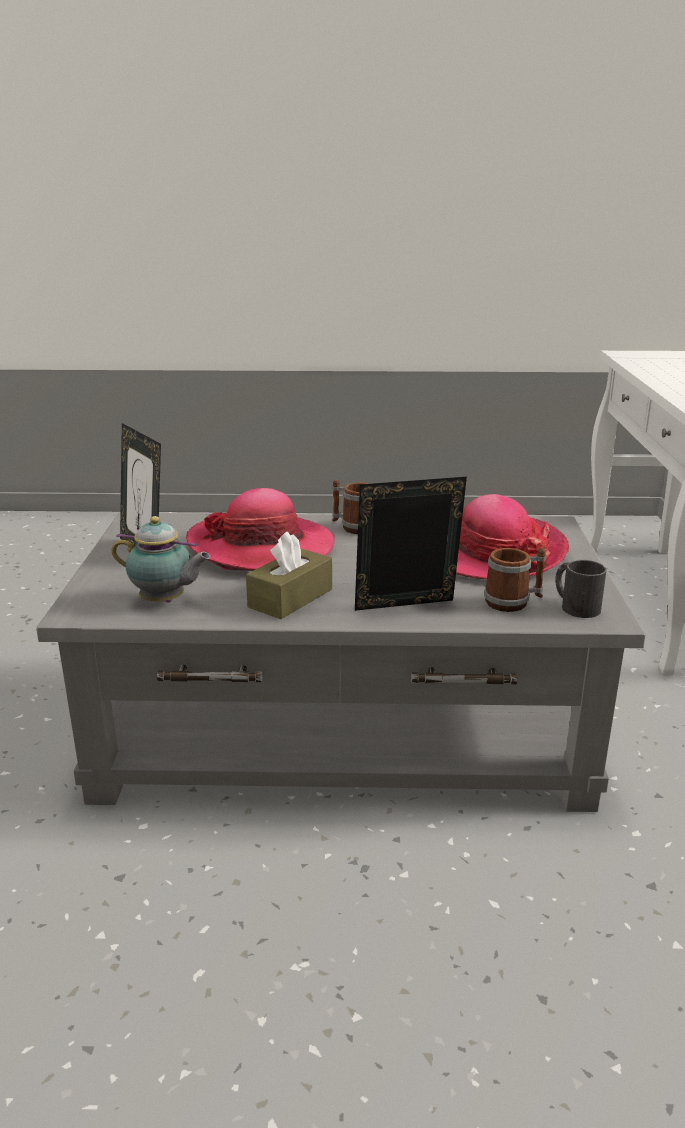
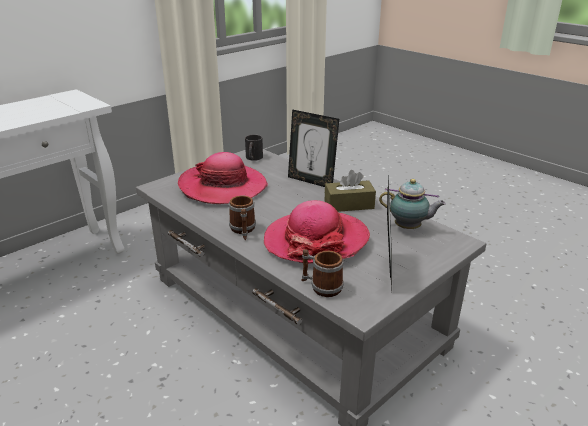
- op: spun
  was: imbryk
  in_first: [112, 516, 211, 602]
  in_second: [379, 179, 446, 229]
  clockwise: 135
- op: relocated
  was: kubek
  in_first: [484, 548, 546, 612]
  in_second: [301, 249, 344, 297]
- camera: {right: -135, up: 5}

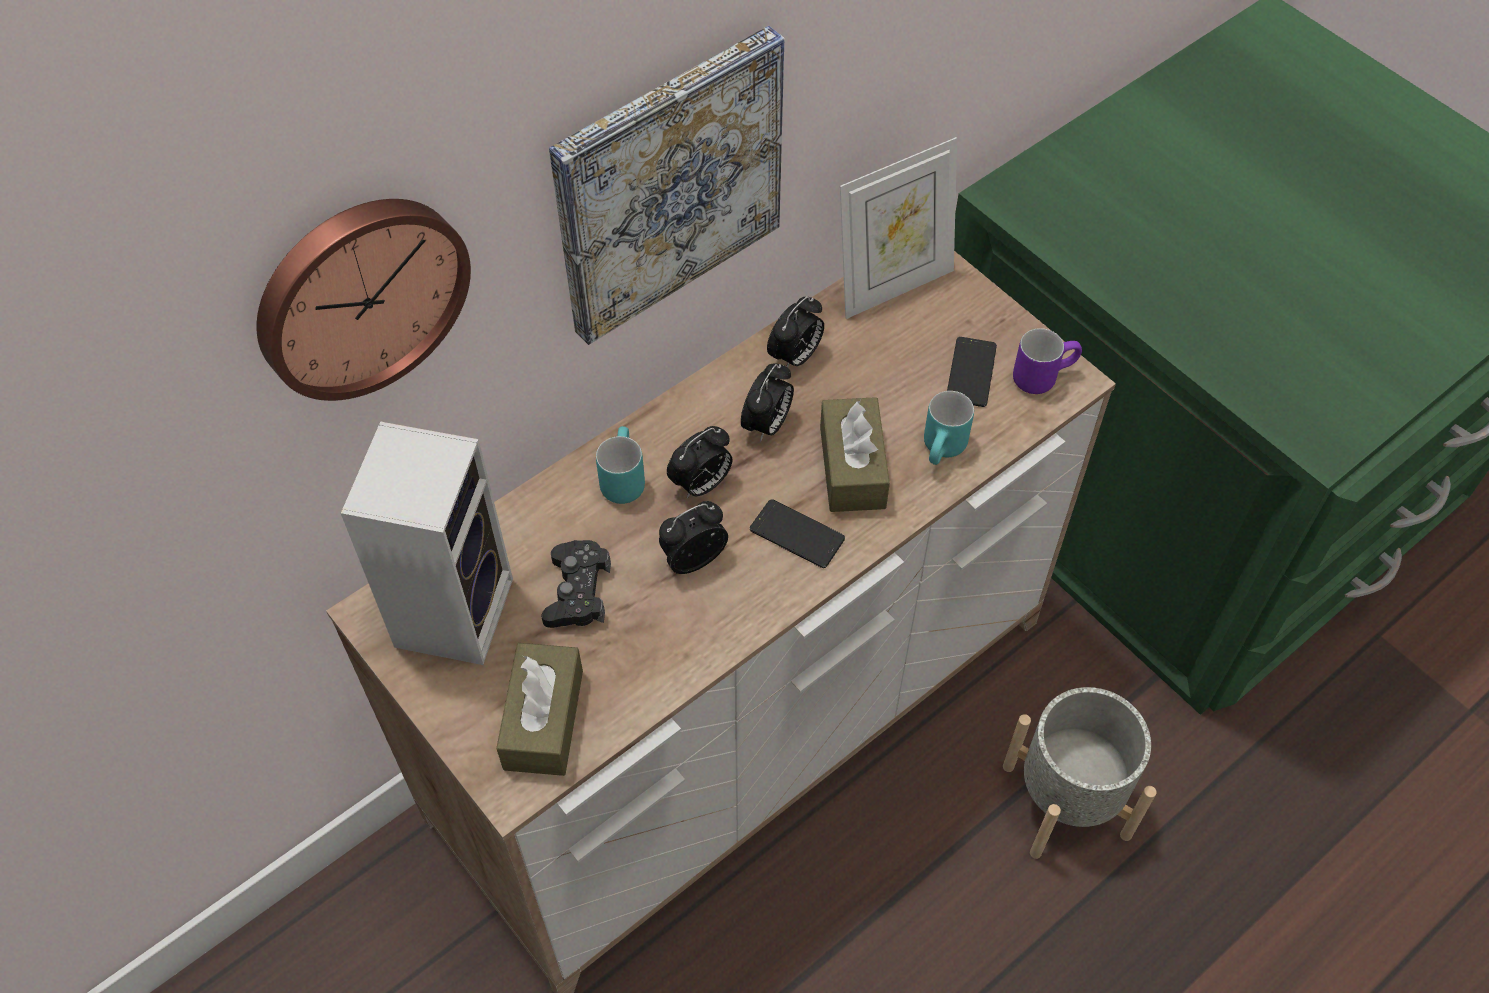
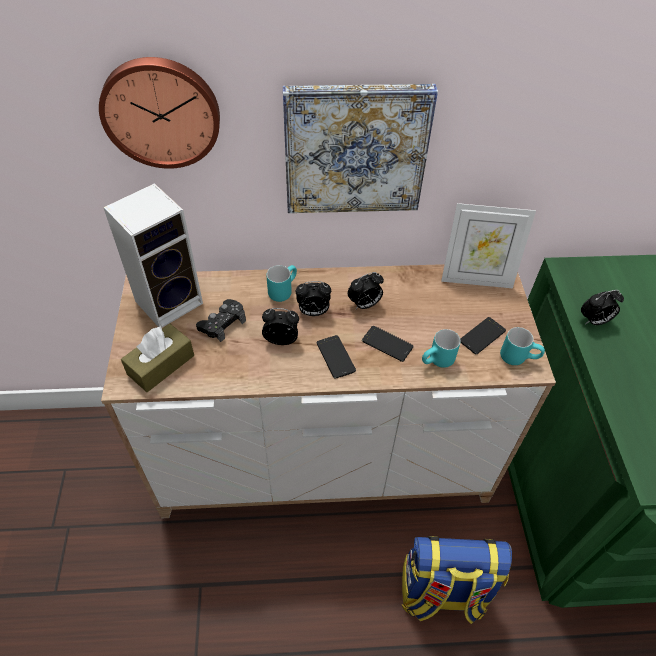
- op: relocated
  was: budzik
  in_first: [767, 297, 824, 368]
  in_second: [581, 290, 624, 325]
- op: exchanged
  was: pudełko chusteczek (brązowy)
  now: telefon
  in_first: [820, 397, 890, 512]
  in_second: [362, 326, 413, 362]
- op: exchanged
  was: donica (szary)
  now: plecak
  in_first: [1003, 687, 1157, 859]
  in_second: [402, 536, 512, 624]
- op: colour
  was: kubek (fioletowy)
  now: kubek (turkusowy)
  in_first: [1013, 328, 1082, 394]
  in_second: [500, 327, 545, 365]
- camera: {right: 35, up: -5}

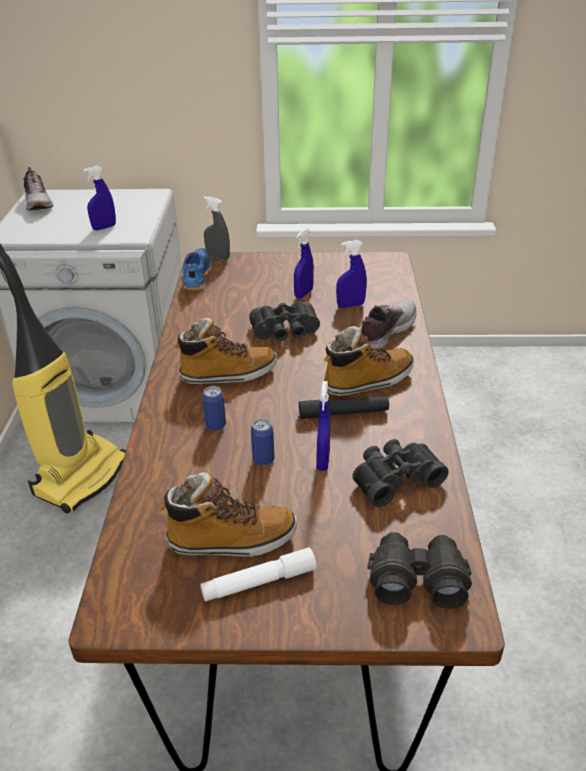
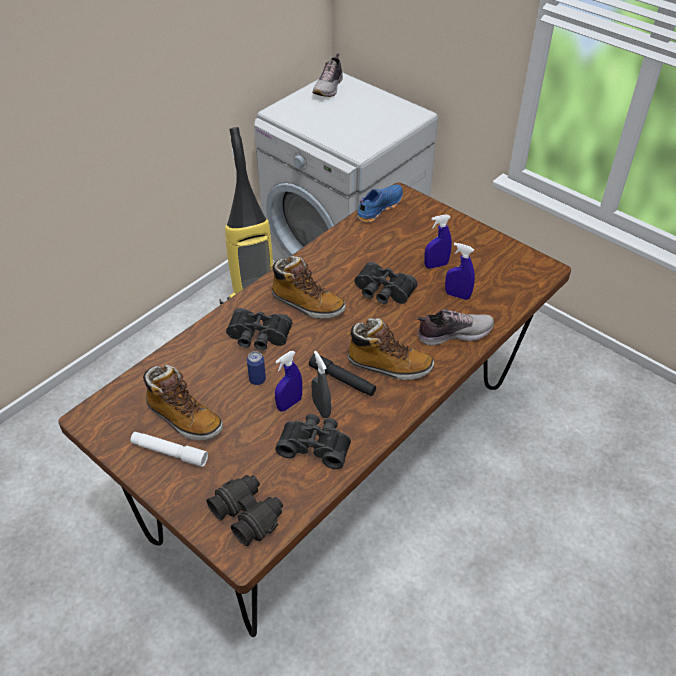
- op: missing
  was: spryskiwacz (niebieski)
  in_first: [83, 166, 116, 230]
- op: exchanged
  was: puszka
  now: lornetka (czarny)
  in_first: [202, 386, 226, 431]
  in_second: [226, 308, 292, 350]
- op: relocated
  was: spryskiwacz (szary)
  in_first: [203, 196, 230, 260]
  in_second: [311, 351, 331, 418]
- camera: {right: 40, up: 10}

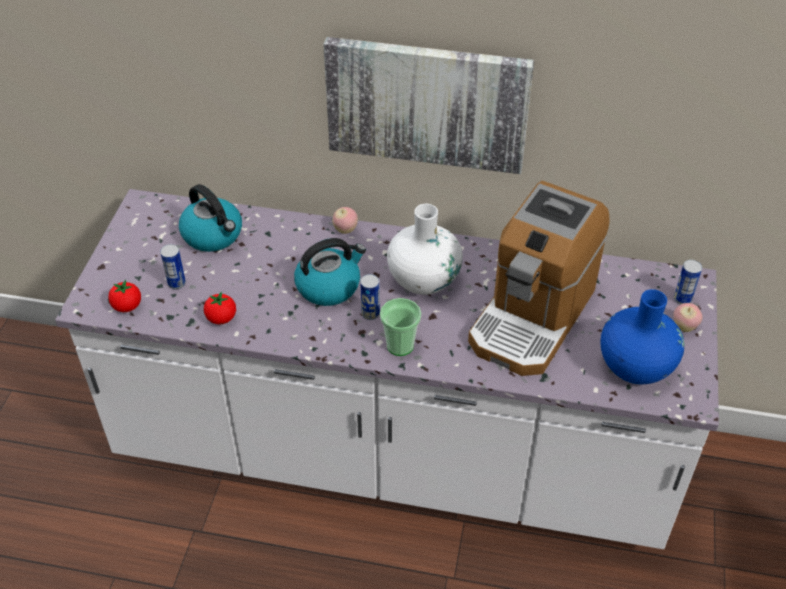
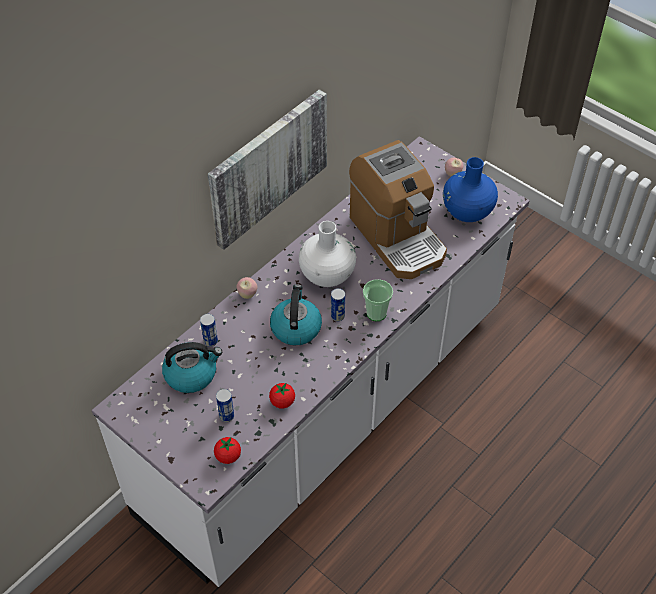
- op: relocated
  was: puszka
  in_first: [674, 260, 702, 305]
  in_second: [200, 314, 218, 347]
- camera: {right: -60, up: 5}

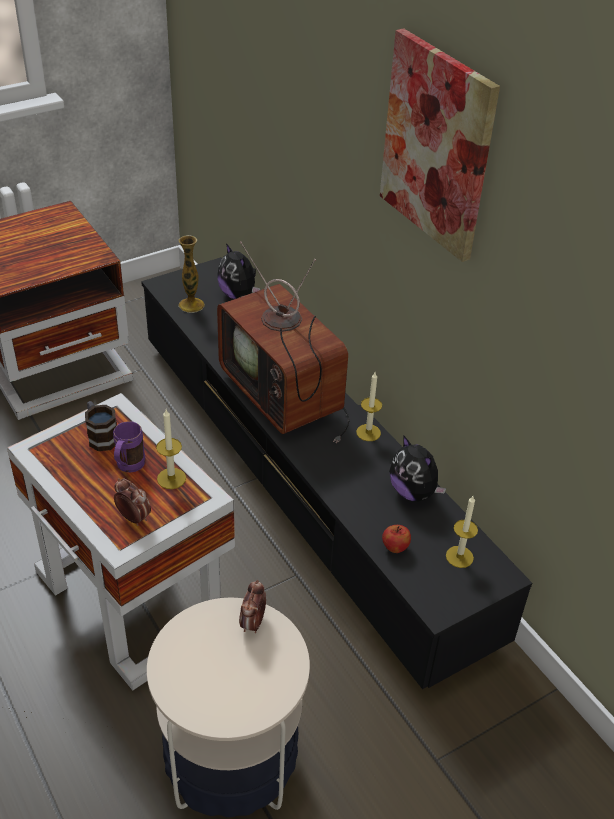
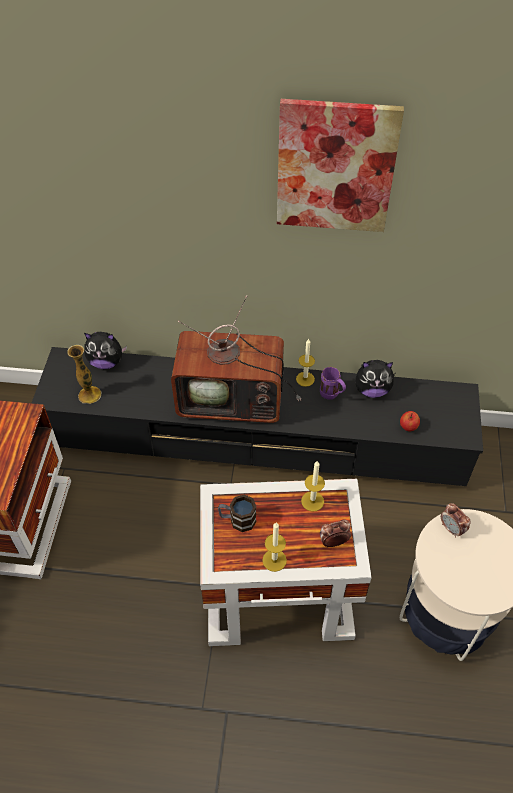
- op: relocated
  was: kubek (fioletowy)
  in_first: [113, 421, 145, 472]
  in_second: [320, 367, 346, 400]
- op: relocated
  was: świeca
  in_first: [446, 496, 478, 568]
  in_second: [262, 523, 287, 572]
- camera: {right: -50, up: 10}

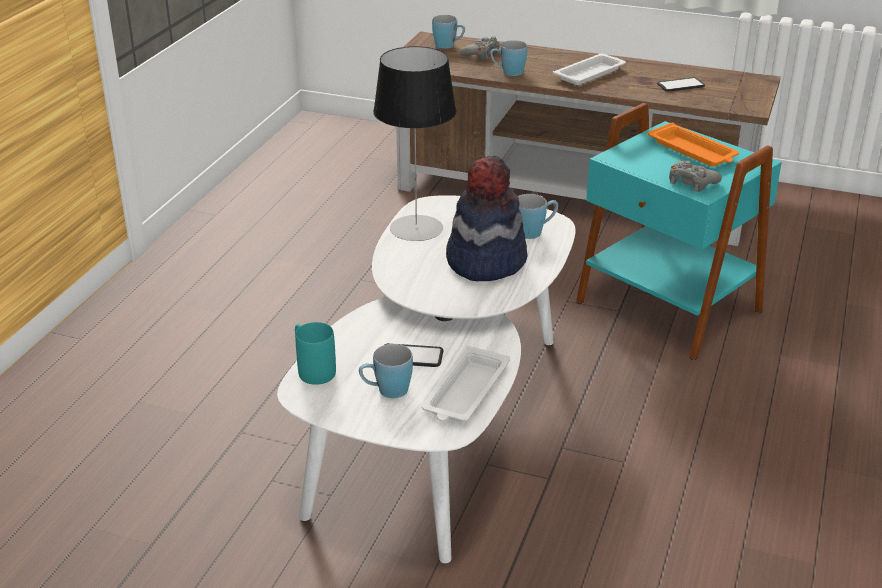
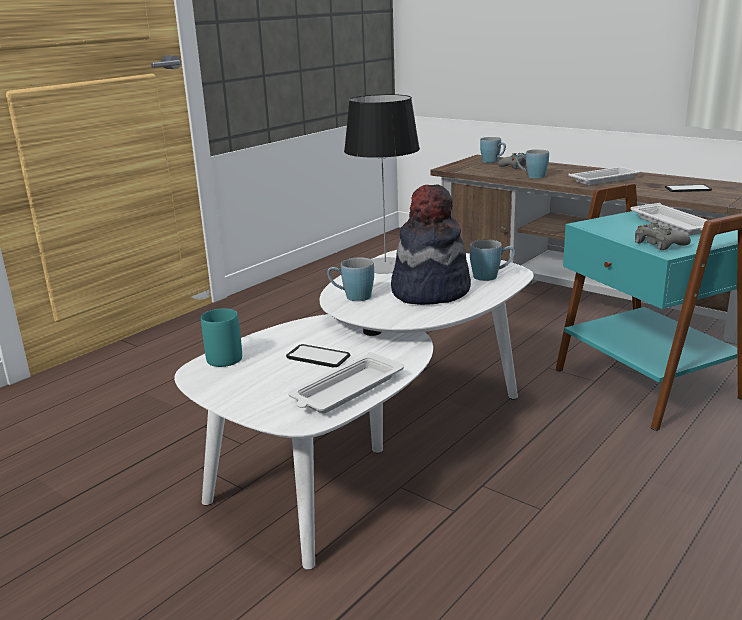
- op: relocated
  was: kubek (niebieski)
  in_first: [359, 344, 413, 398]
  in_second: [327, 257, 374, 301]
- op: colour
  was: taca (pomarańczowy)
  now: taca (biały)
  in_first: [648, 122, 739, 167]
  in_second: [631, 203, 707, 236]
- camera: {right: 20, up: -10}

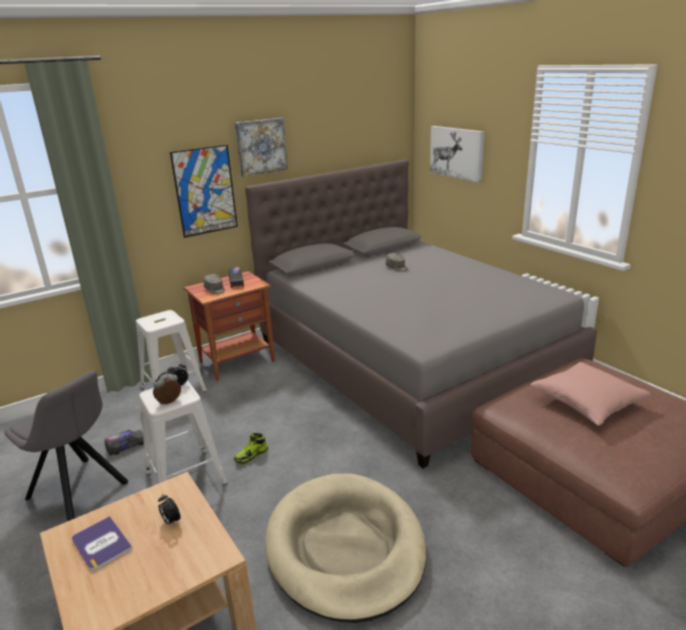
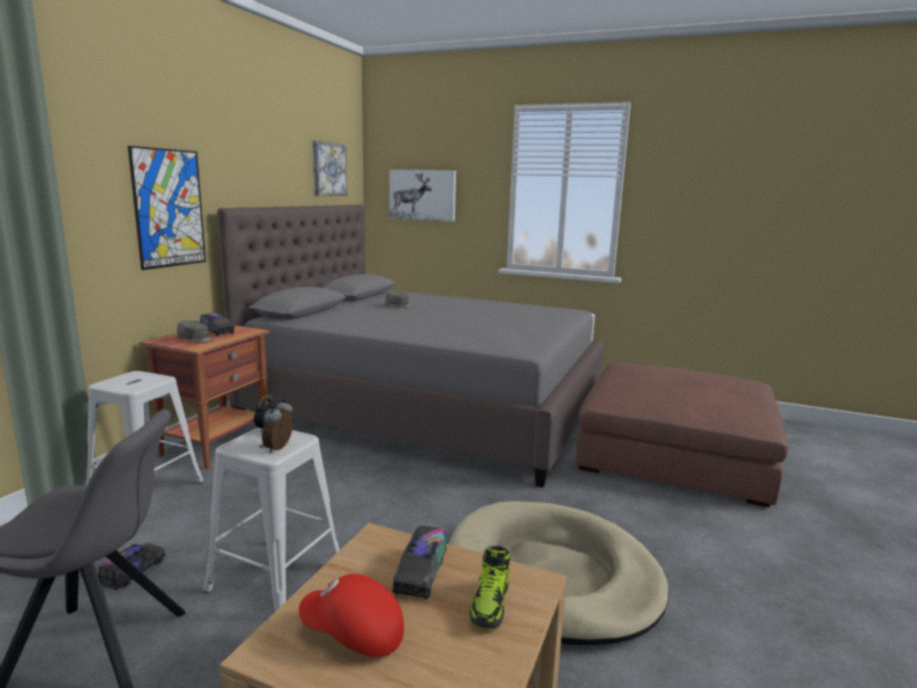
- op: exchanged
  was: książka
  now: czapka z daszkiem (czerwony)
  in_first: [72, 516, 133, 571]
  in_second: [299, 574, 404, 657]
- op: exchanged
  was: budzik
  now: ciężarówka zabawkowa
  in_first: [158, 494, 181, 525]
  in_second: [392, 526, 447, 599]
- op: relocated
  was: but
  in_first: [234, 433, 268, 465]
  in_second: [469, 546, 510, 630]
- op: relocated
  was: obraz
  in_first: [235, 118, 288, 177]
  in_second: [313, 141, 347, 196]
- op: missing
  was: poduszka (różowy)
  in_first: [530, 362, 651, 426]
- camera: {right: -35, up: -10}

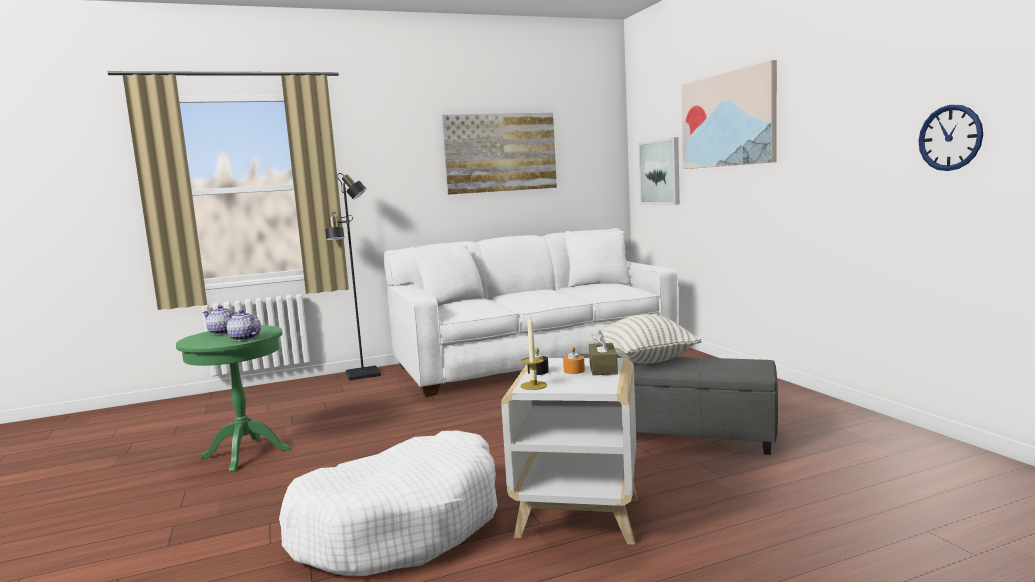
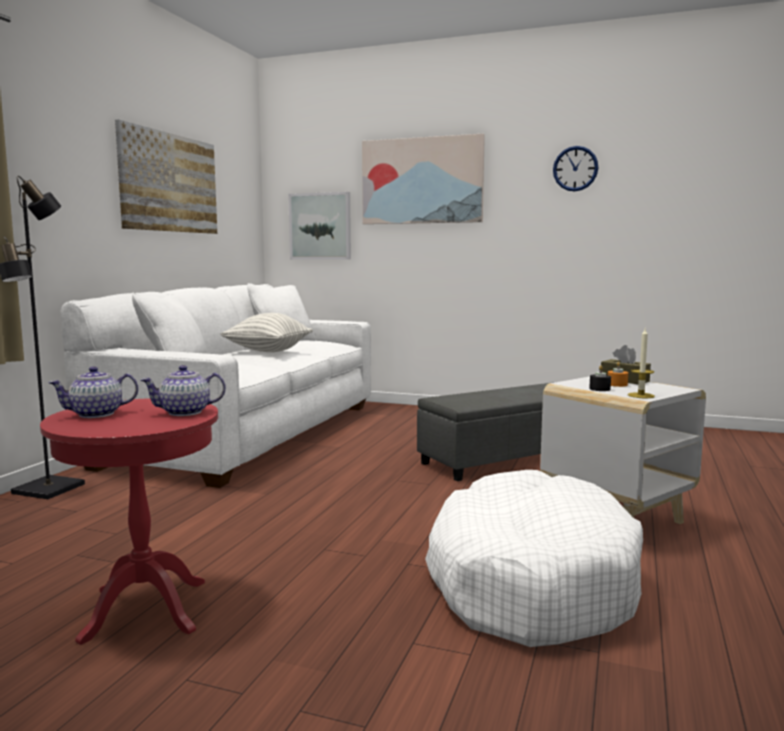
- op: colour
  was: stolik (zielony)
  now: stolik (czerwony)
  in_first: [176, 325, 291, 472]
  in_second: [40, 398, 218, 645]
- op: relocated
  was: poduszka
  in_first: [591, 314, 702, 364]
  in_second: [220, 313, 313, 352]
- op: relocated
  was: zegar ścienny
  in_first: [918, 105, 983, 171]
  in_second: [553, 146, 598, 192]
- camera: {right: -50, up: 0}

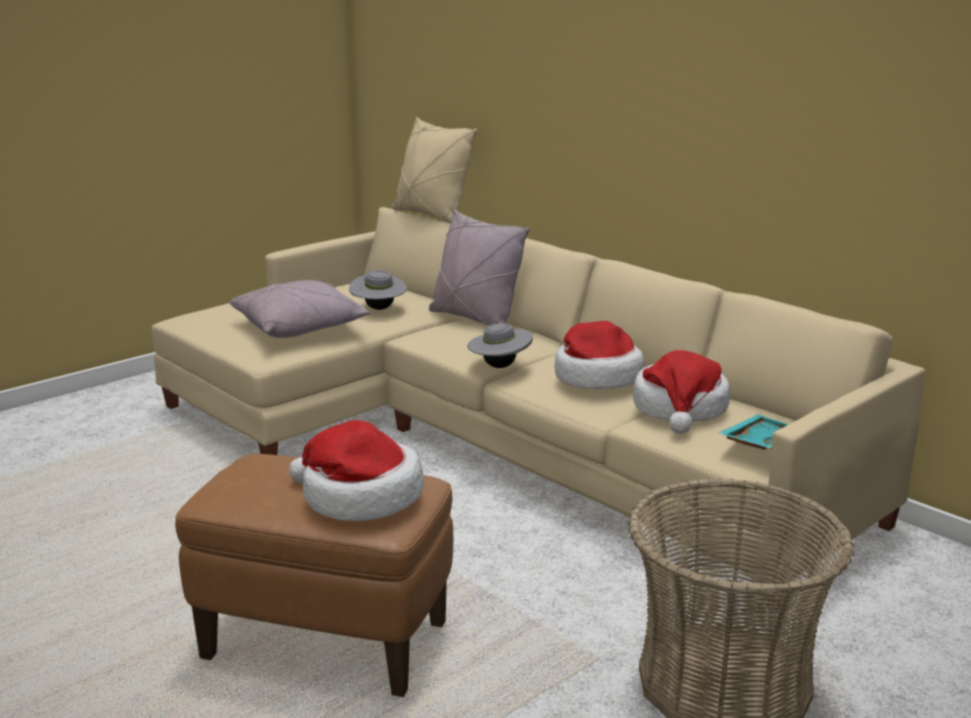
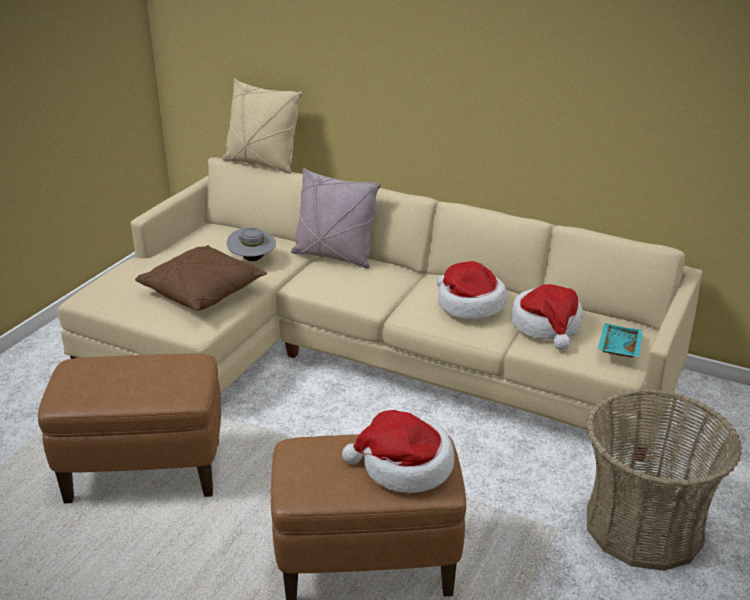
- op: colour
  was: poduszka (fioletowy)
  now: poduszka (brązowy)
  in_first: [229, 280, 371, 338]
  in_second: [135, 245, 267, 311]
- op: missing
  was: kapelusz (szary)
  in_first: [467, 319, 533, 368]
- op: appeared
  now: pufa (brązowy)
  in_second: [38, 353, 221, 503]
- camera: {right: -20, up: 10}

